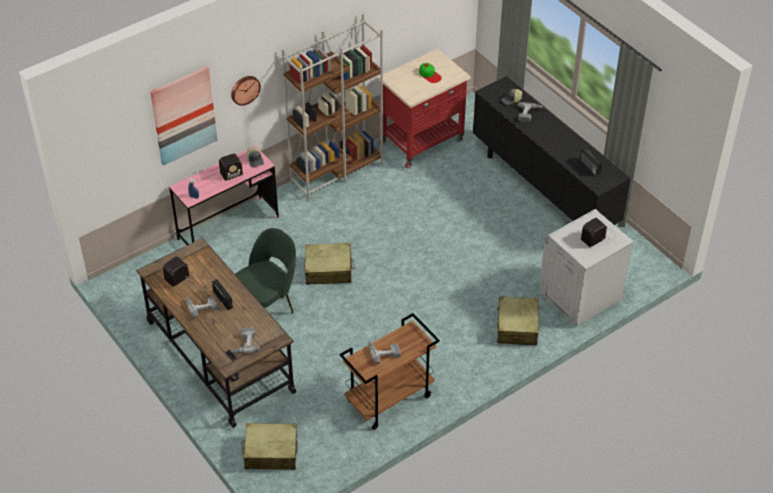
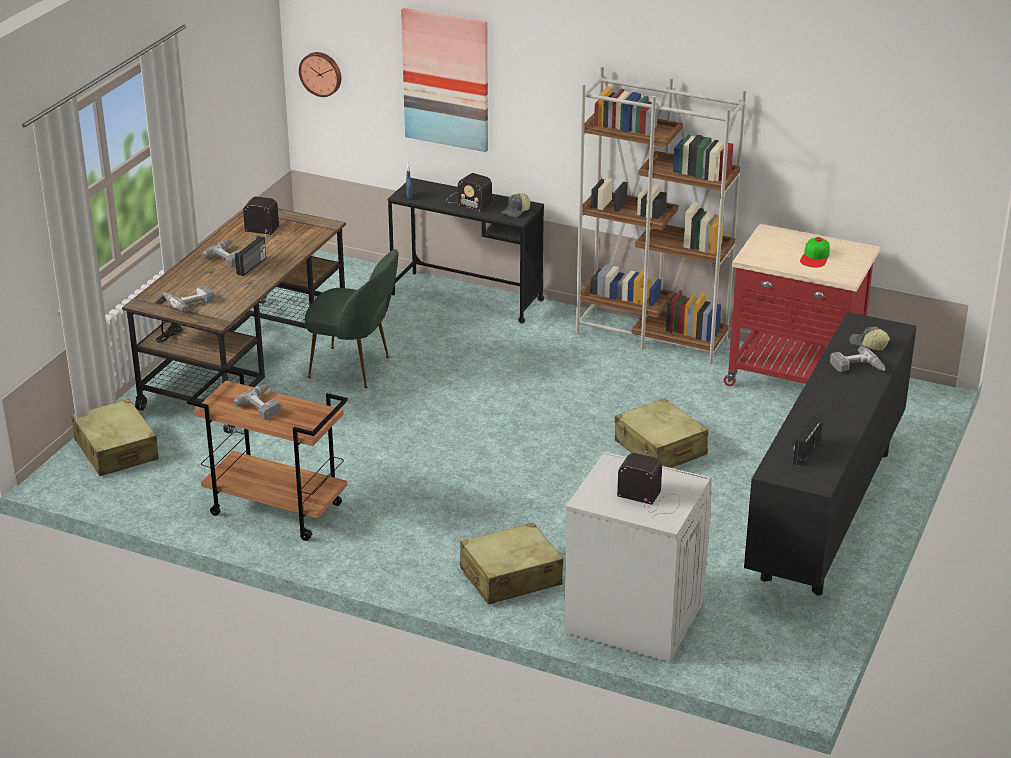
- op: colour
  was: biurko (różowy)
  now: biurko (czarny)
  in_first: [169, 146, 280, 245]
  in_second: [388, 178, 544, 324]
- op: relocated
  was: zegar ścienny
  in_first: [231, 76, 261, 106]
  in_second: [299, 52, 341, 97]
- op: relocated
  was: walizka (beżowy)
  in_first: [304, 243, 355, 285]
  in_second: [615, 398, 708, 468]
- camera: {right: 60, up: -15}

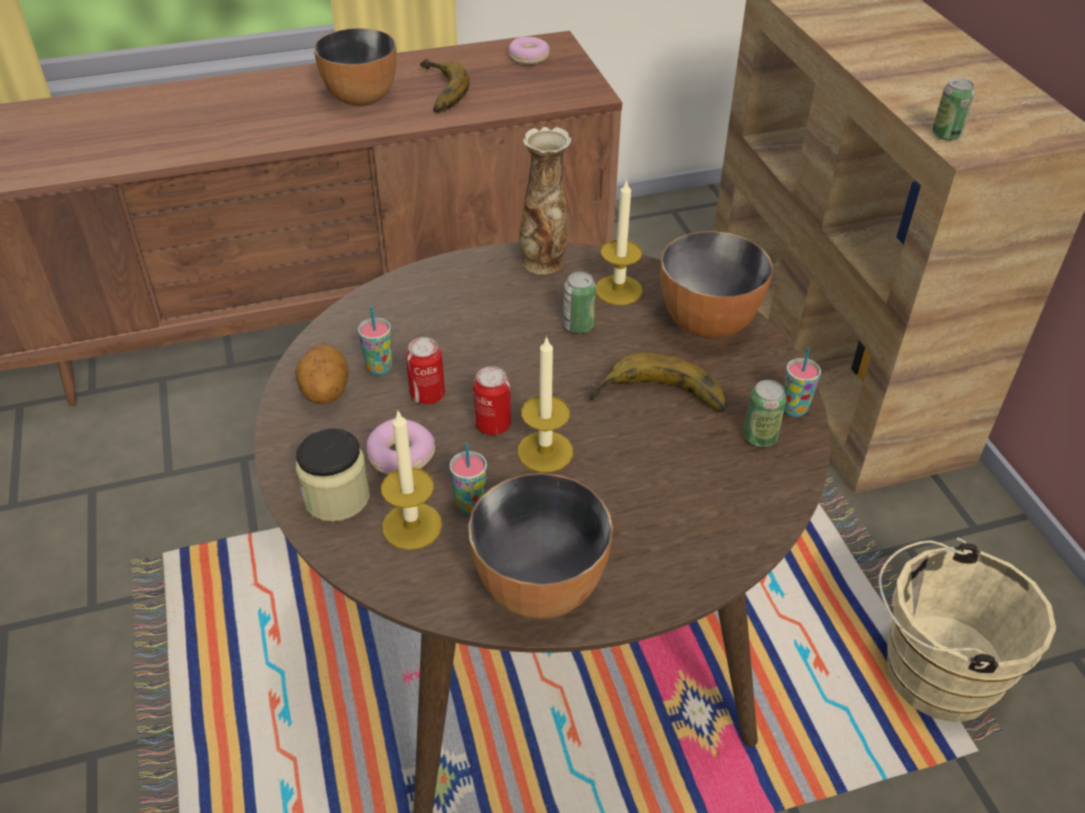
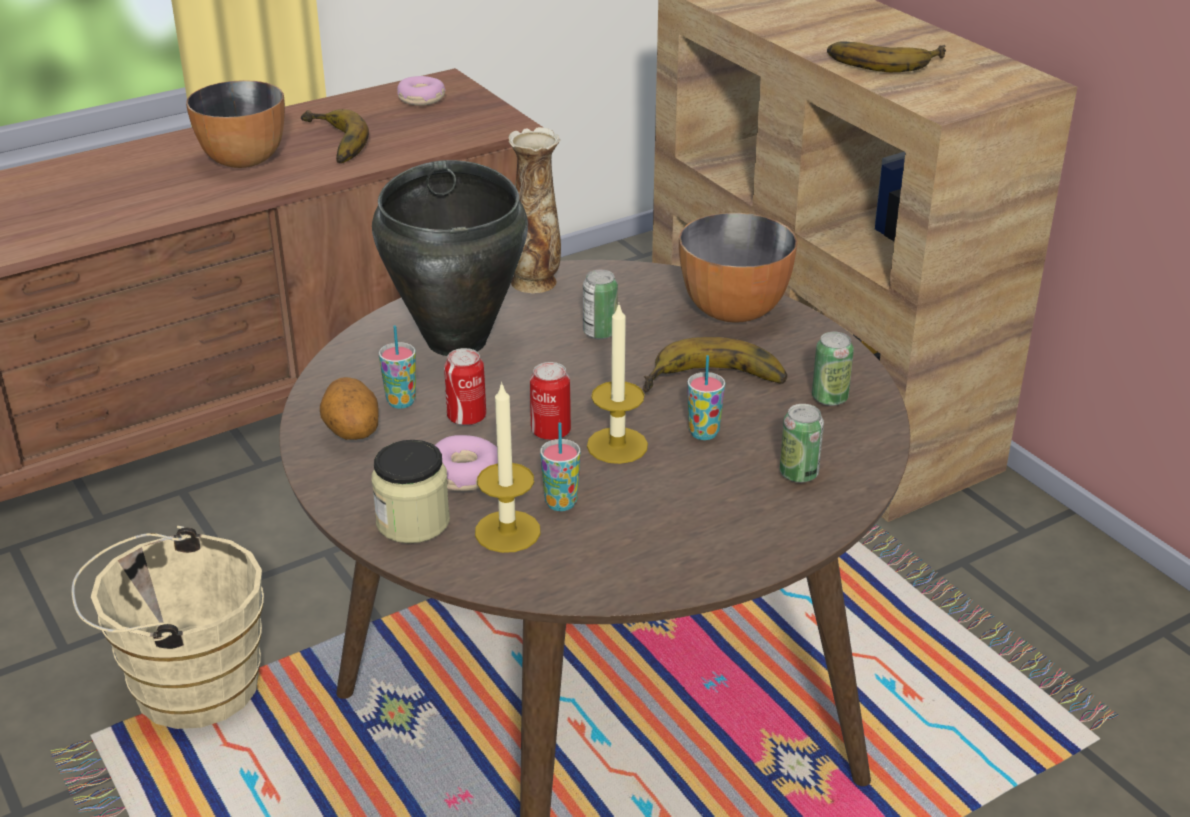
- op: missing
  was: miska
  in_first: [468, 473, 613, 619]
- op: missing
  was: świeca
  in_first: [596, 179, 643, 305]
- op: relocated
  was: filiżanka
  in_first: [784, 347, 821, 417]
  in_second: [687, 355, 725, 440]
- op: relocated
  was: wiadro (beżowy)
  in_first: [879, 537, 1056, 722]
  in_second: [72, 526, 264, 729]
- op: relocated
  was: puszka
  in_first: [932, 78, 975, 140]
  in_second: [780, 404, 824, 483]
- op: appeared
  now: garnek (czarny)
  in_second: [372, 160, 528, 356]
- op: appeared
  now: banan
  in_second: [827, 41, 946, 72]
- camera: {right: -15, up: -10}

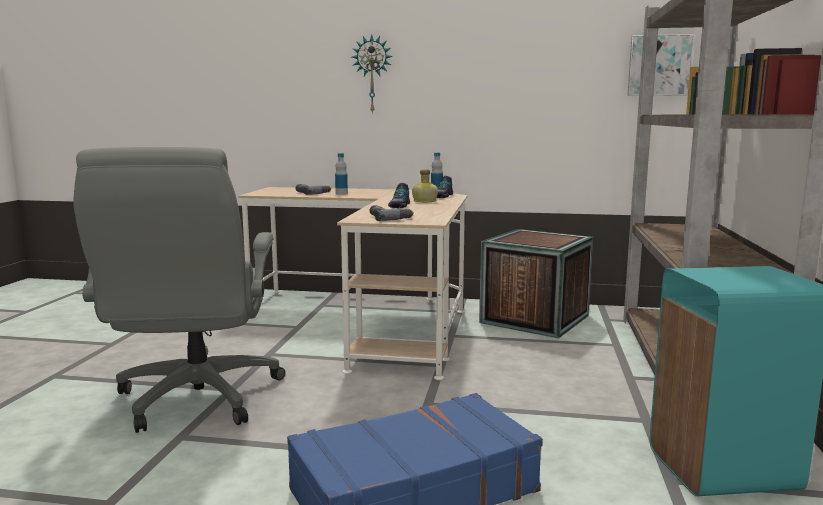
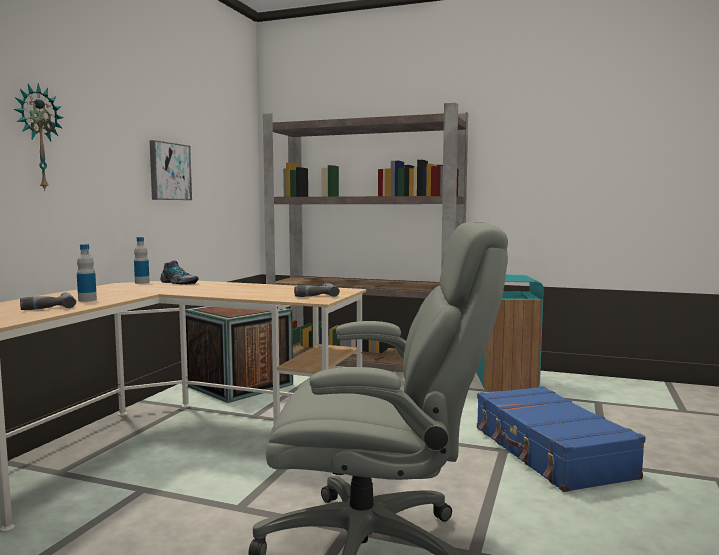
- op: missing
  was: but
  in_first: [388, 183, 410, 209]
- op: missing
  was: butelka
  in_first: [412, 169, 438, 202]
- op: relocated
  was: obraz
  in_first: [627, 34, 694, 96]
  in_second: [150, 140, 192, 200]
- camera: {right: -80, up: -5}

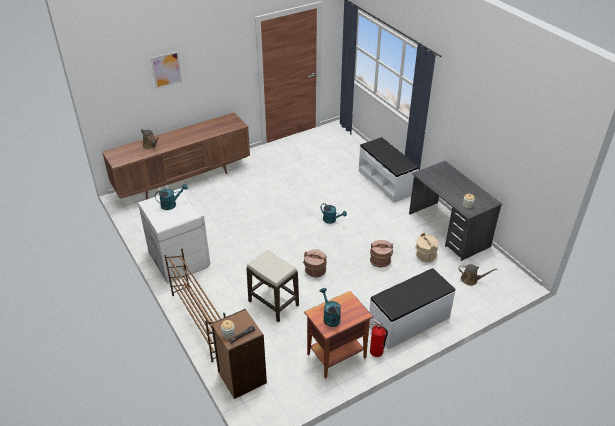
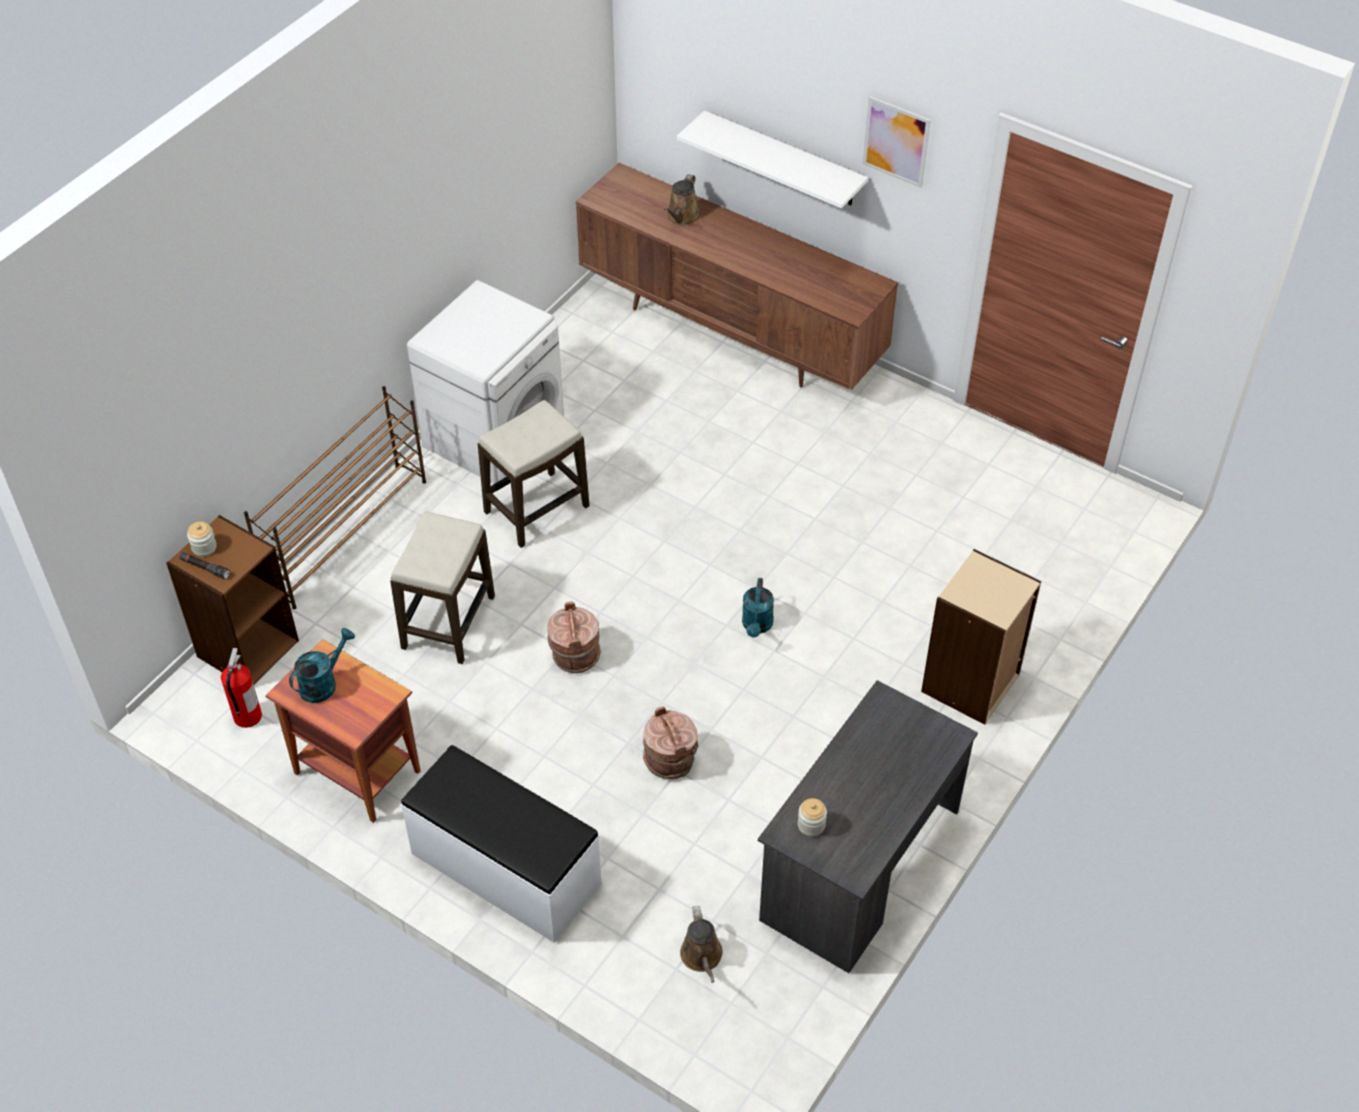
- op: relocated
  was: obraz
  in_first: [151, 51, 182, 89]
  in_second: [863, 96, 931, 188]
- op: missing
  was: konewka (turkusowy)
  in_first: [155, 184, 188, 210]
- op: exchanged
  was: ławka (biały)
  now: regał (beżowy)
  in_first: [359, 137, 419, 203]
  in_second: [921, 549, 1041, 725]
- op: relocated
  was: gaśnica
  in_first: [370, 319, 388, 357]
  in_second: [221, 648, 262, 728]
- op: missing
  was: wiadro (beżowy)
  in_first: [415, 232, 439, 263]
- op: appeared
  now: stołek
  in_second: [478, 400, 590, 548]
- op: appeared
  now: półka (biały)
  in_second: [677, 110, 868, 209]
- camera: {right: 65, up: 10}

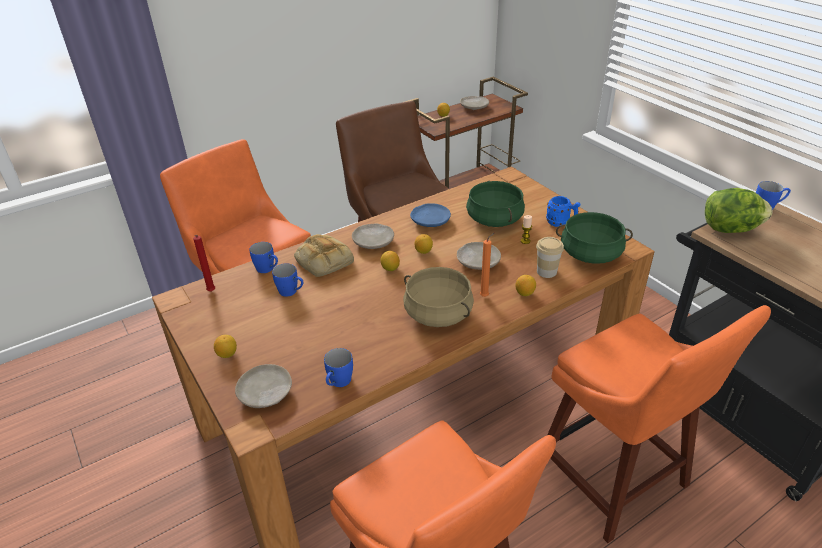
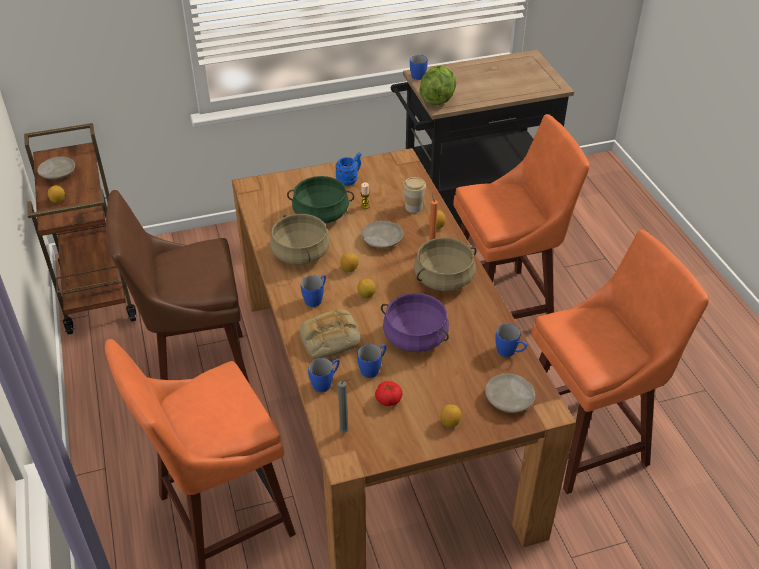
- op: colour
  was: świeca (czerwony)
  now: świeca (szary)
  in_first: [193, 235, 215, 291]
  in_second: [338, 378, 350, 433]
- op: exchanged
  was: talerz (beżowy)
  now: kubek (niebieski)
  in_first: [352, 224, 394, 249]
  in_second: [301, 275, 326, 307]
- op: exchanged
  was: talerz (niebieski)
  now: garnek (beżowy)
  in_first: [410, 203, 451, 227]
  in_second: [270, 214, 330, 265]
- op: missing
  was: garnek (zielony)
  in_first: [556, 212, 633, 264]
- op: appeared
  now: pomidor
  in_second: [375, 381, 402, 406]
- op: appeared
  now: garnek (fioletowy)
  in_second: [381, 293, 449, 352]
- camera: {right: -75, up: 5}

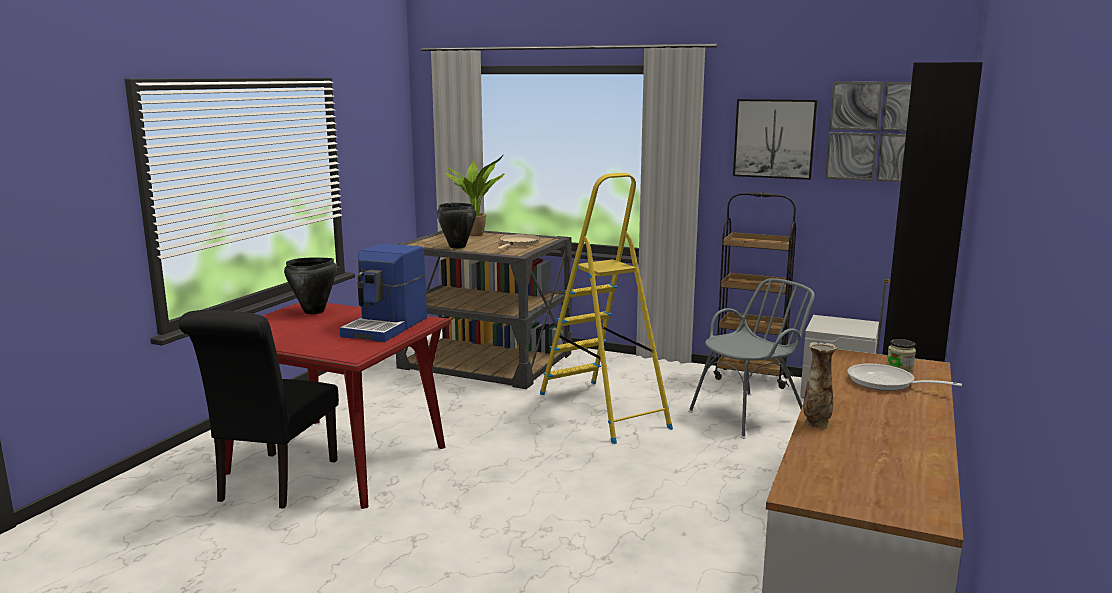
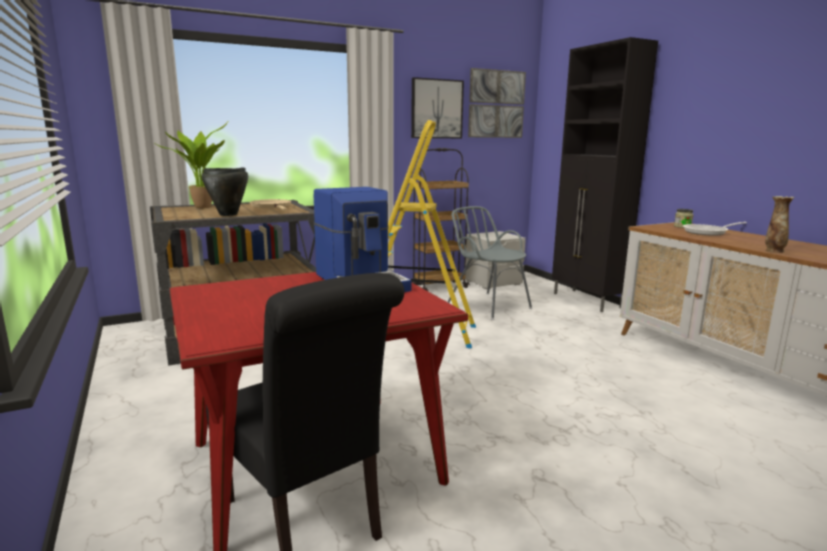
- op: missing
  was: garnek (czarny)
  in_first: [284, 257, 337, 314]
- op: spun
  was: krzesło (szary)
  in_first: [688, 278, 815, 439]
  in_second: [448, 206, 533, 320]
  clockwise: -45
- camera: {right: -50, up: 0}

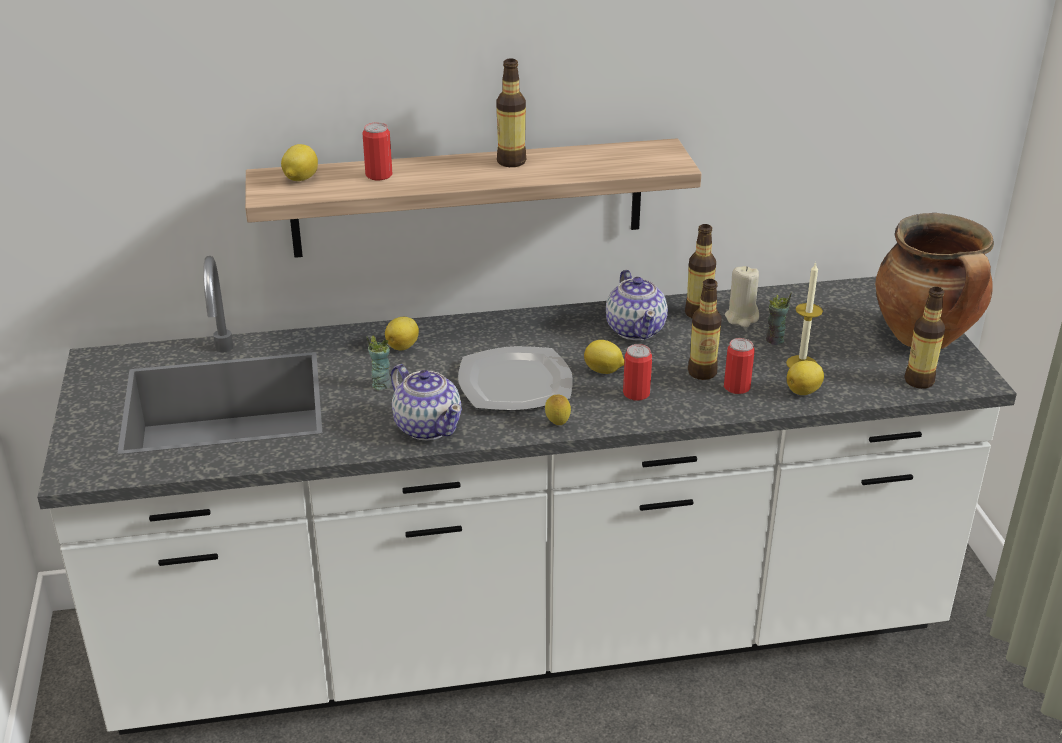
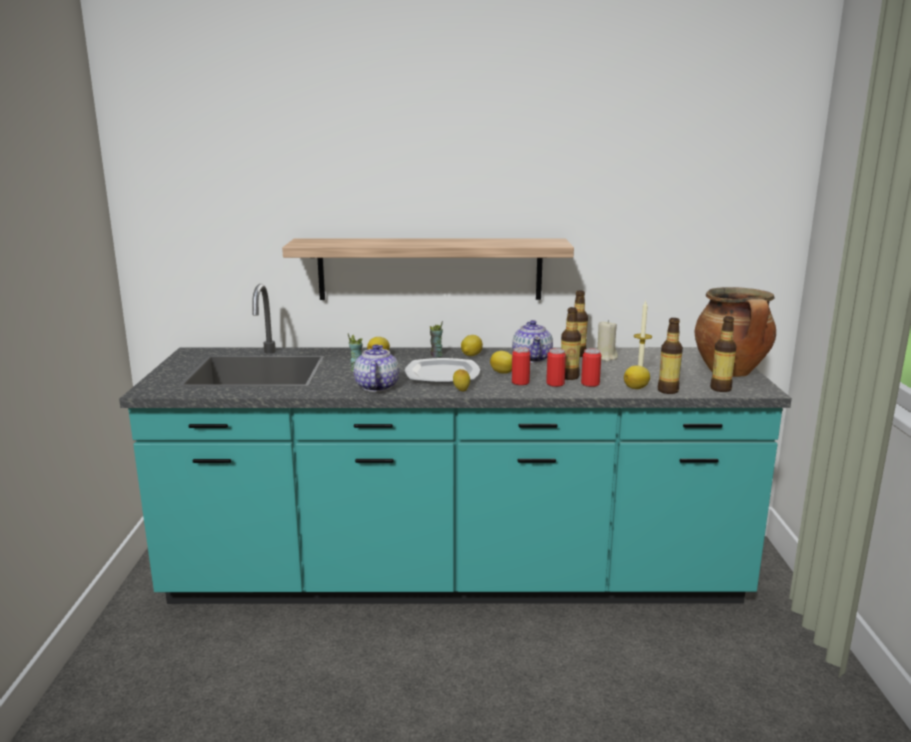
- op: colour
  was: zabudowa kuchenna (biały)
  now: zabudowa kuchenna (turkusowy)
  in_first: [37, 256, 1017, 735]
  in_second: [119, 284, 792, 604]
- op: relocated
  was: cytryna
  in_first: [281, 144, 318, 181]
  in_second: [461, 335, 483, 356]
- op: relocated
  was: puszka
  in_first: [363, 122, 392, 180]
  in_second: [546, 348, 566, 387]
- op: spun
  was: imbryk
  in_first: [391, 364, 462, 440]
  in_second: [354, 344, 399, 392]
  clockwise: -150
- op: relocated
  was: butelka
  in_first: [496, 58, 526, 167]
  in_second: [658, 318, 683, 394]
- op: relocated
  was: filiżanka
  in_first: [766, 292, 792, 345]
  in_second: [430, 321, 443, 357]
- camera: {right: 10, up: -15}

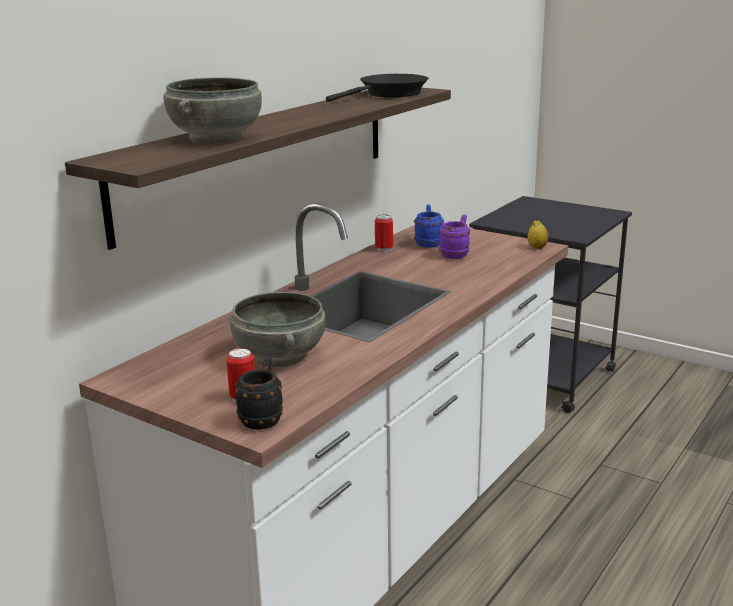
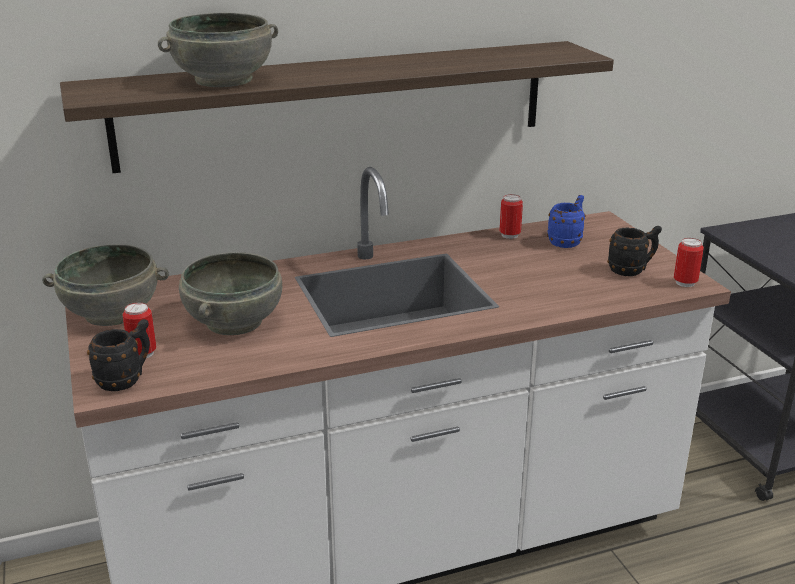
- op: missing
  was: patelnia (czarny)
  in_first: [326, 74, 429, 102]
- op: missing
  was: kubek (fioletowy)
  in_first: [439, 214, 470, 259]
- op: exchanged
  was: cytryna
  now: puszka
  in_first: [528, 220, 548, 249]
  in_second: [674, 238, 704, 287]
- op: appeared
  now: miska (szary)
  in_second: [42, 244, 169, 326]
- op: appeared
  now: kubek (czarny)
  in_second: [607, 226, 662, 276]
- camera: {right: 35, up: 5}

